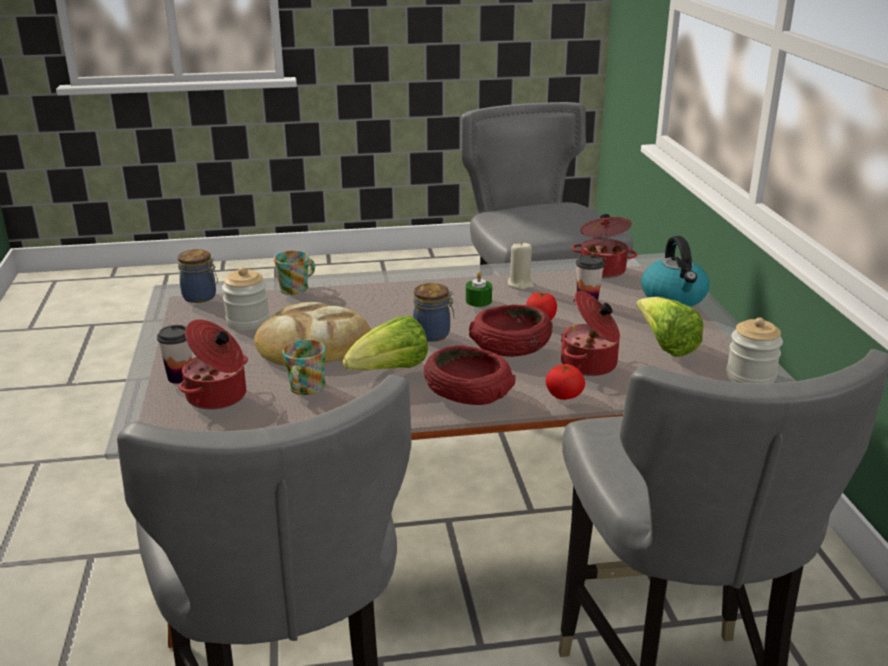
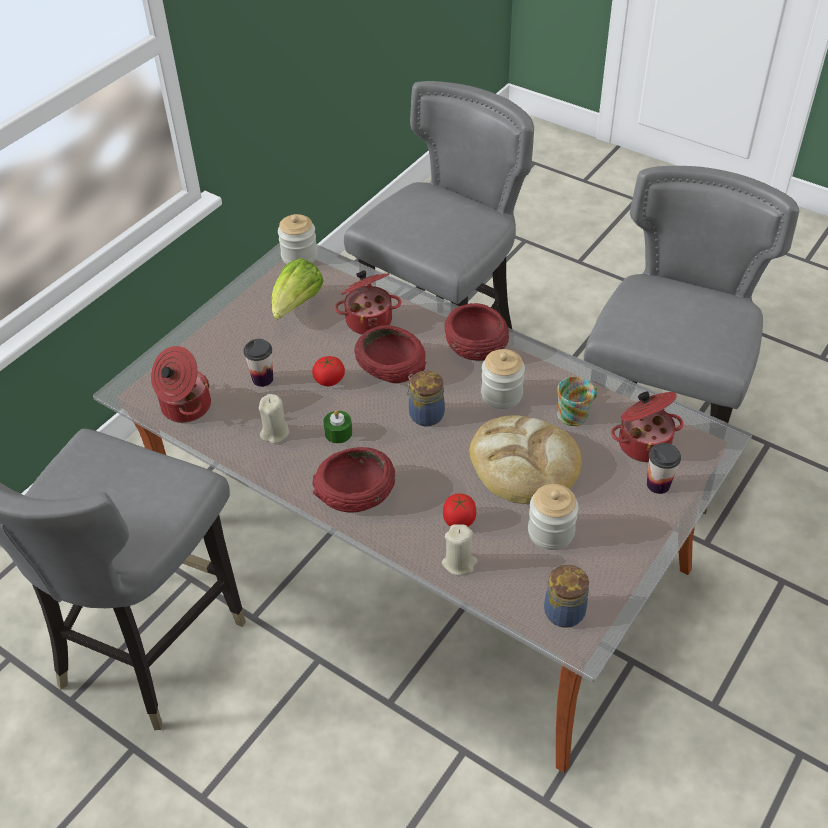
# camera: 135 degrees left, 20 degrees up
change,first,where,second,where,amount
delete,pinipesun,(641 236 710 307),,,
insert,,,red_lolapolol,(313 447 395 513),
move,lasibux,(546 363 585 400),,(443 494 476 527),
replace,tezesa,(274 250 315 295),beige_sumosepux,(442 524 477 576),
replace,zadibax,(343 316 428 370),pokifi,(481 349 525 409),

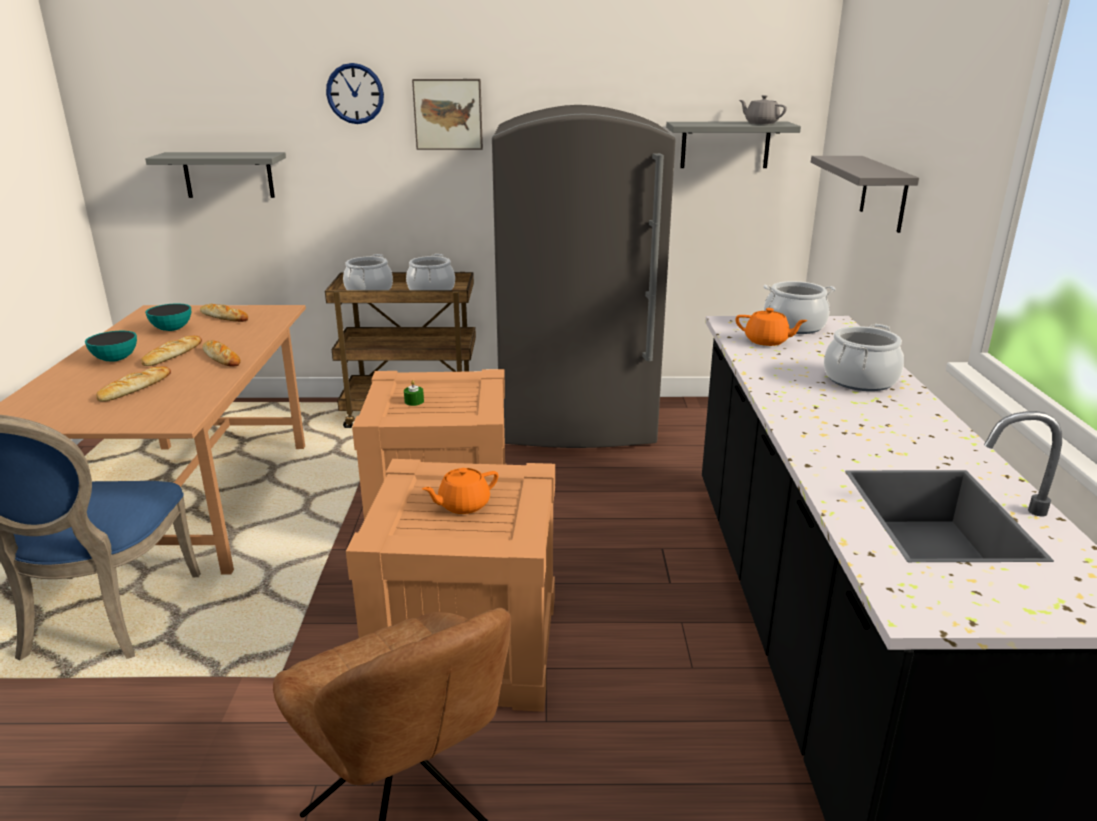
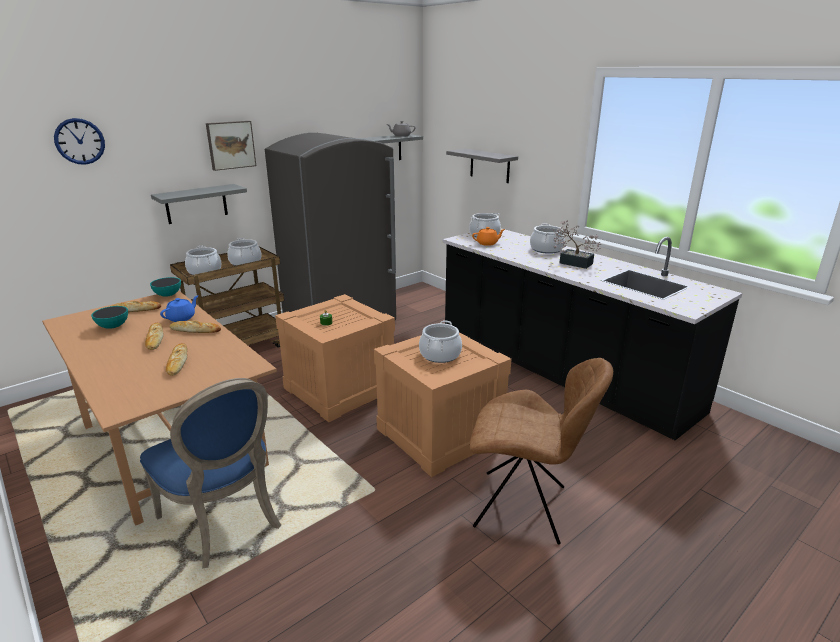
# camera: 40 degrees left, 0 degrees up
change,first,where,second,where,amount
insert,,,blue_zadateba,(160 295 198 322),
insert,,,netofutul,(553 221 602 269),
move,lolapolol,(85 331 137 362),,(150 277 181 297),
move,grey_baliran,(145 152 286 198),,(151 184 247 224),
move,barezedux,(326 63 384 124),,(54 118 105 165),
replace,orange_zadateba,(422 468 499 514),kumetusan,(419 321 462 363),

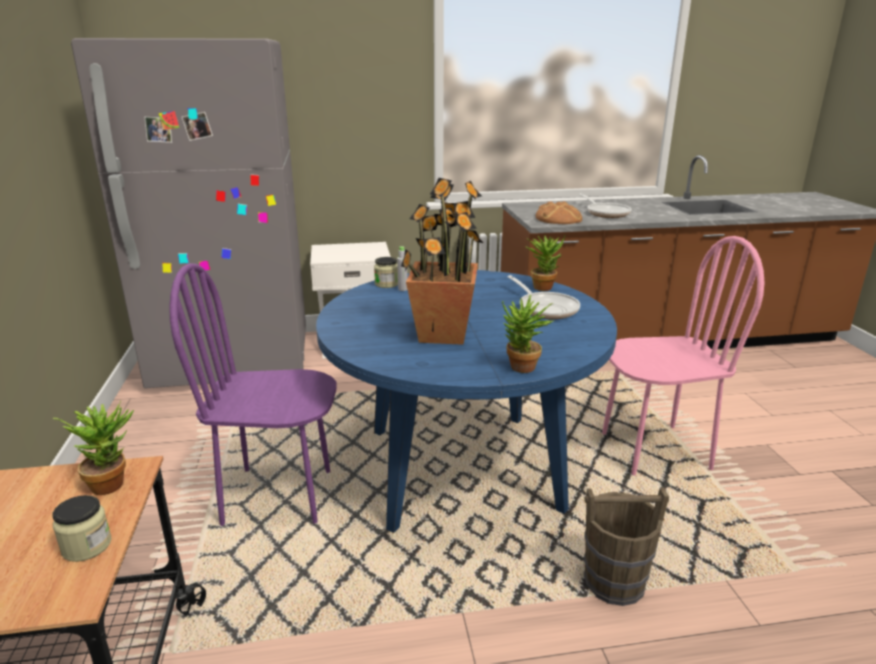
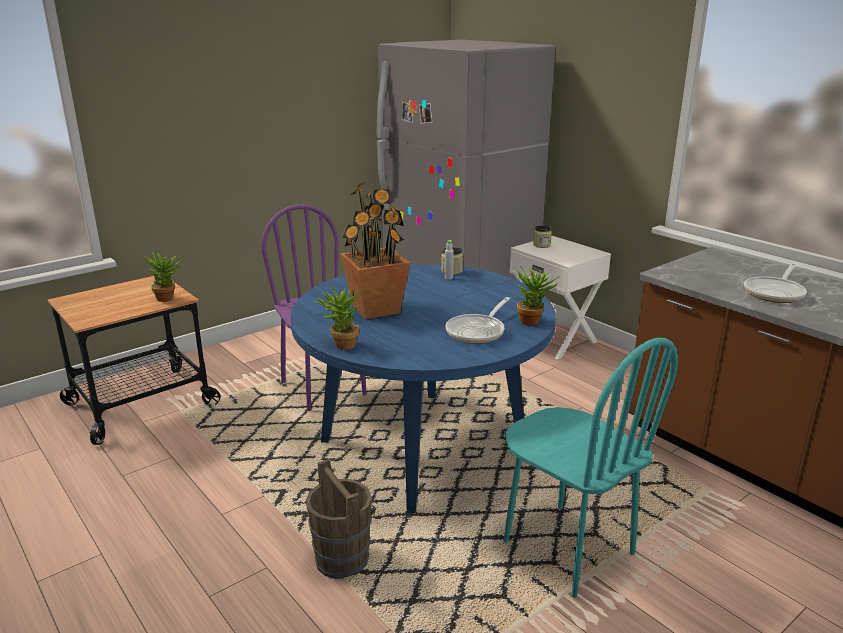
# camera: 60 degrees right, 0 degrees up
change,first,where,second,where,amount
delete,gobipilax,(536 201 582 224),,,
move,pokifi,(53 495 111 562),,(533 225 552 248),
recolor,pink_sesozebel,(602 236 765 476),turquoise_sesozebel,(504 338 678 598),

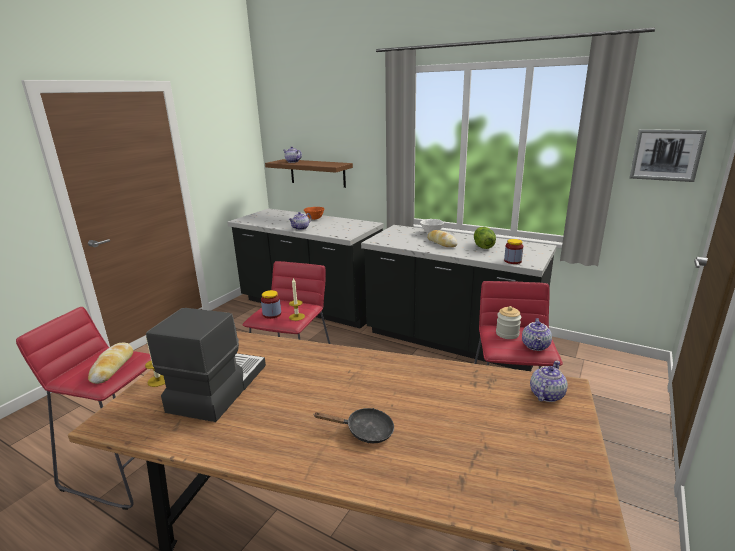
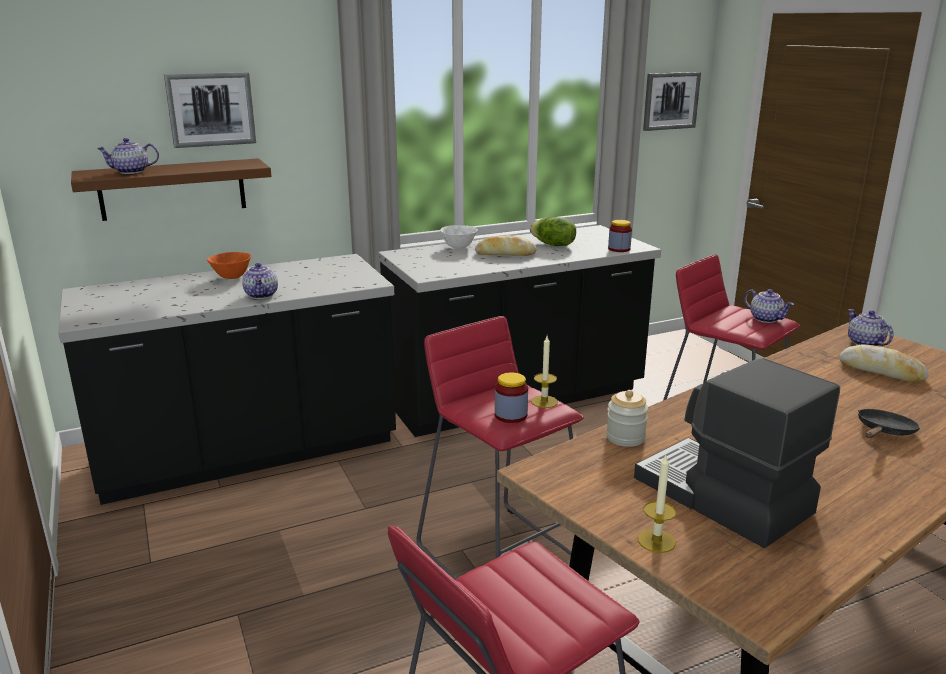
# camera: 55 degrees left, 0 degrees up
change,first,where,second,where,amount
insert,,,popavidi,(164 72 256 148),
move,gobipilax,(88 343 133 384),,(839 344 928 383),
move,pokifi,(496 306 521 339),,(606 390 648 447),

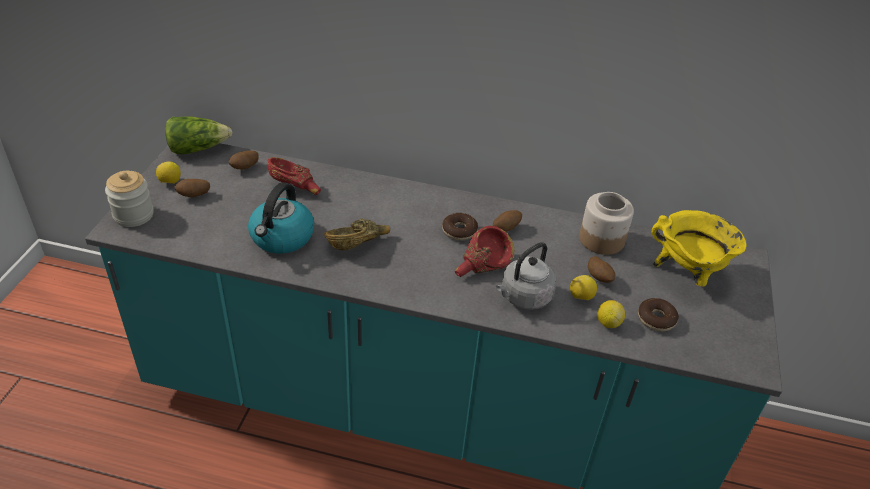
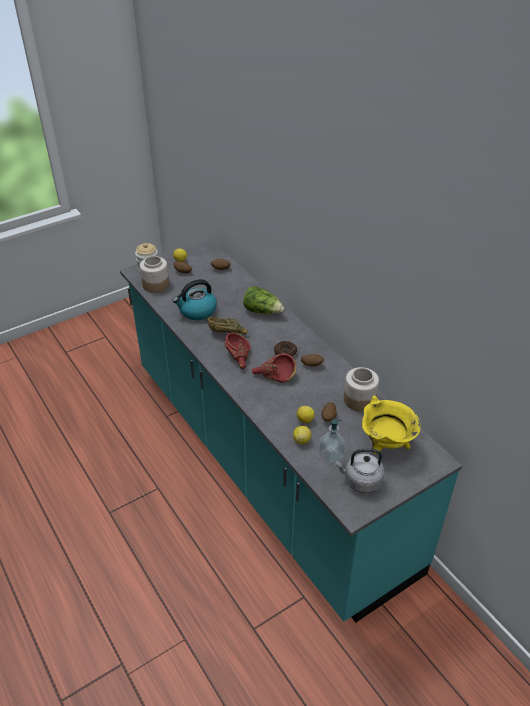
# camera: 45 degrees right, 0 degrees up
change,first,where,second,where,amount
insert,,,pokifi,(140 256 169 293),
move,zadibax,(165 116 232 154),,(243 286 284 314),
move,red_lolapolol,(268 157 321 195),,(225 332 250 369),
move,grey_pinipesun,(496 242 556 310),,(335 449 385 493),
replace,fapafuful,(638 298 679 332),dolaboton,(319 419 346 464),

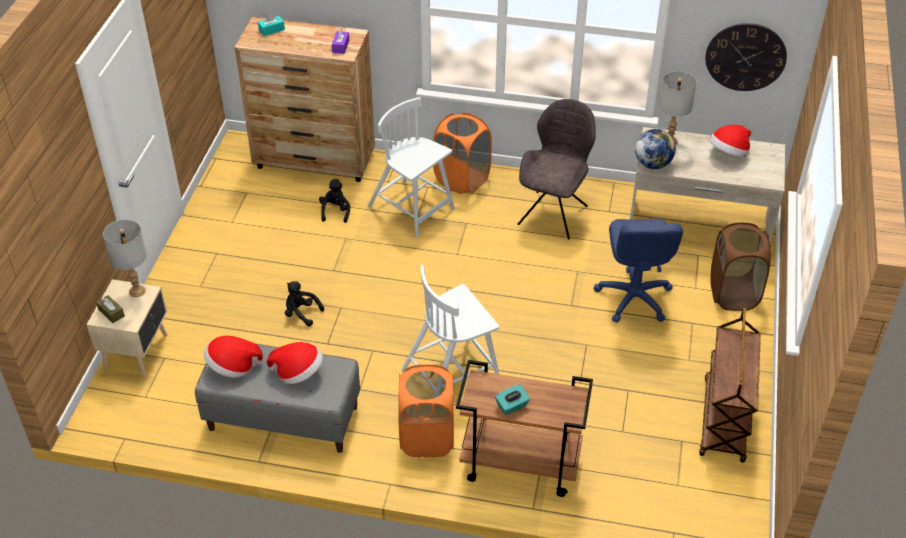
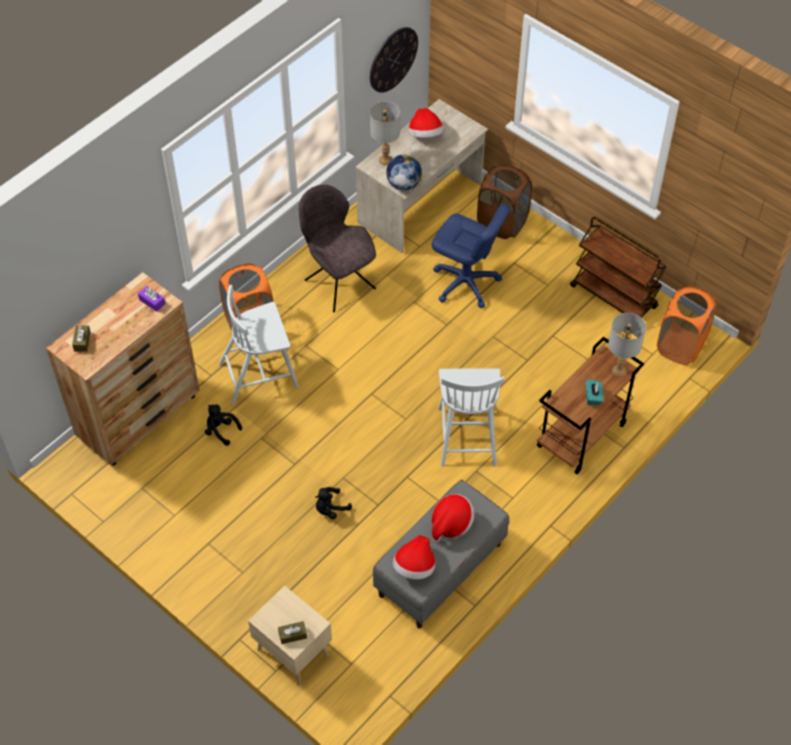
# camera: 60 degrees left, 10 degrees up
change,first,where,second,where,amount
move,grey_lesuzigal,(103 219 147 297),,(608 313 646 377),
move,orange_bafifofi,(398 364 454 457),,(657 286 717 365),
recolor,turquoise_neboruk,(258 13 285 36),brown_neboruk,(72 325 90 352),

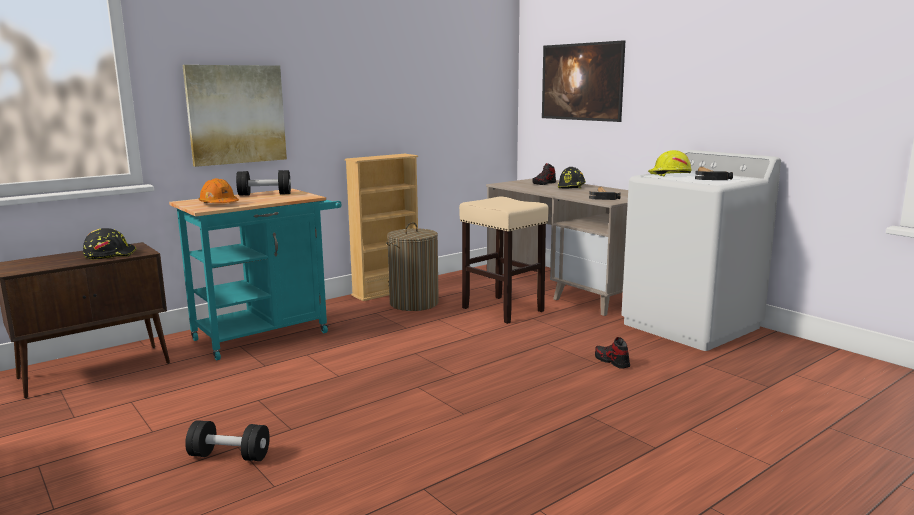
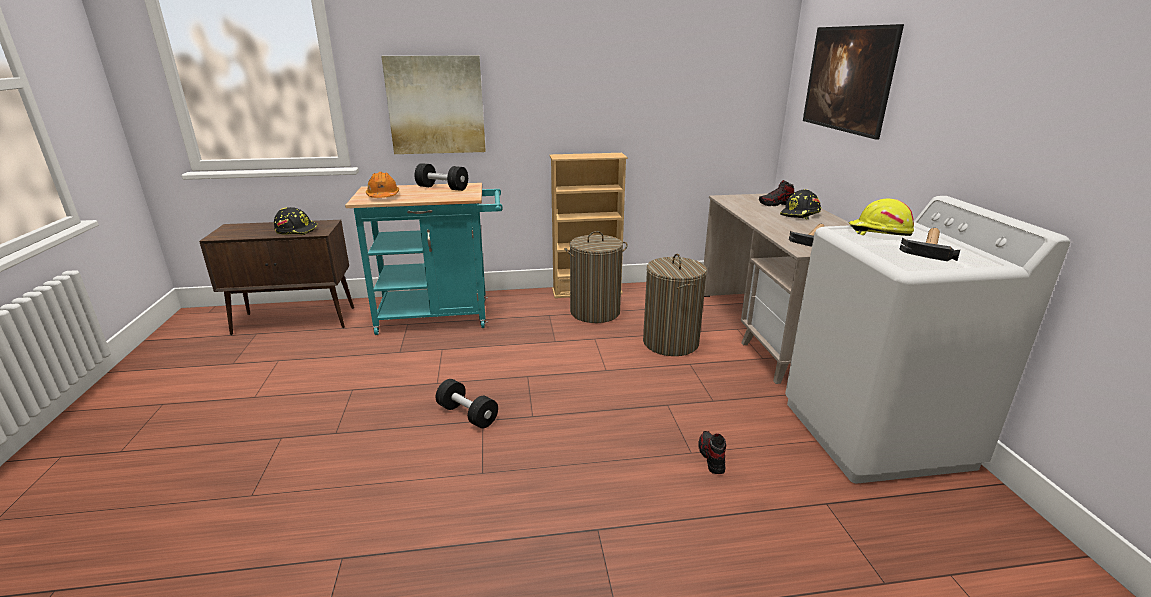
# camera: 30 degrees right, 10 degrees up
change,first,where,second,where,amount
move,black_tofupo,(185 420 270 461),,(436 379 498 429),
replace,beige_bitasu,(459 196 549 324),bafifofi,(643 253 707 356),

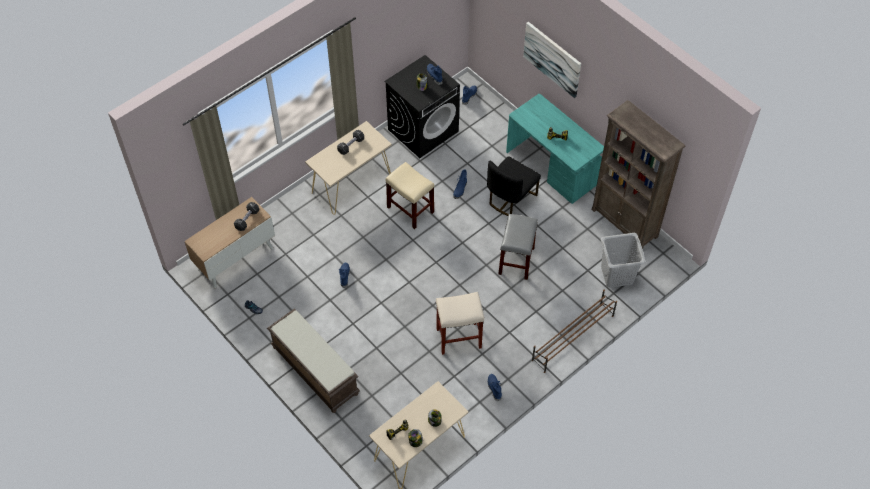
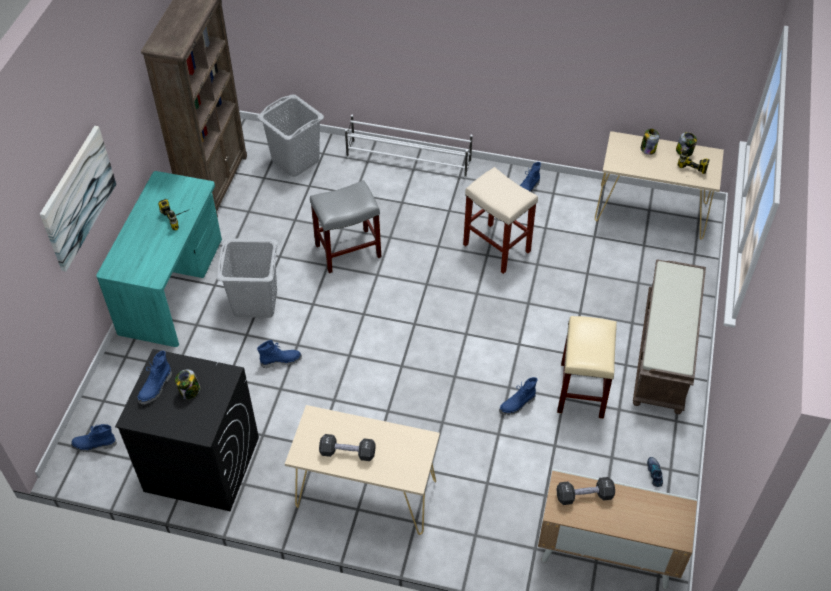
# camera: 125 degrees left, 5 degrees down
change,first,where,second,where,amount
move,beige_bitasu,(386 162 434 229),,(557 316 617 419),
replace,black_sesozebel,(487 156 541 216),grey_bafifofi,(217 238 278 318),
recolor,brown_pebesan,(532 290 617 373),white_pebesan,(345 115 473 178),

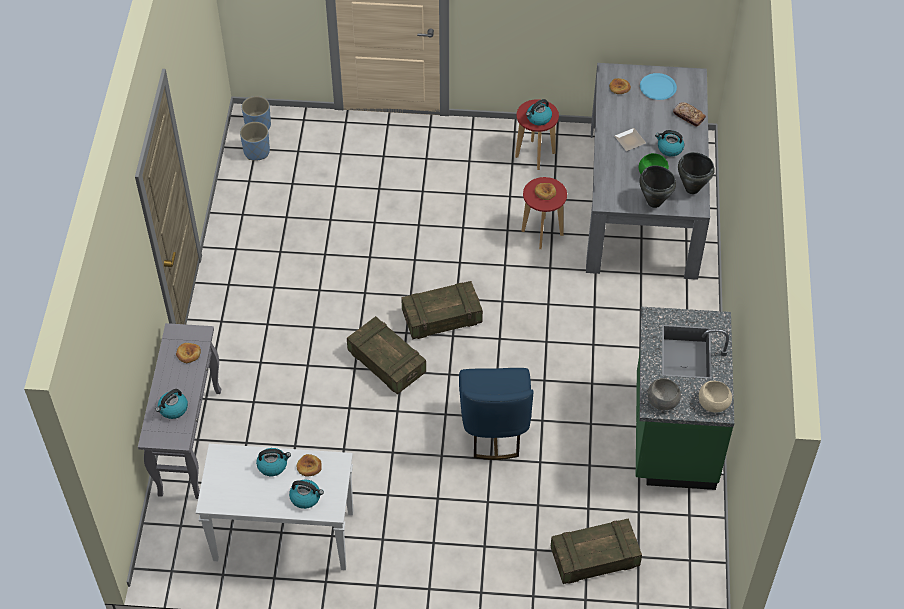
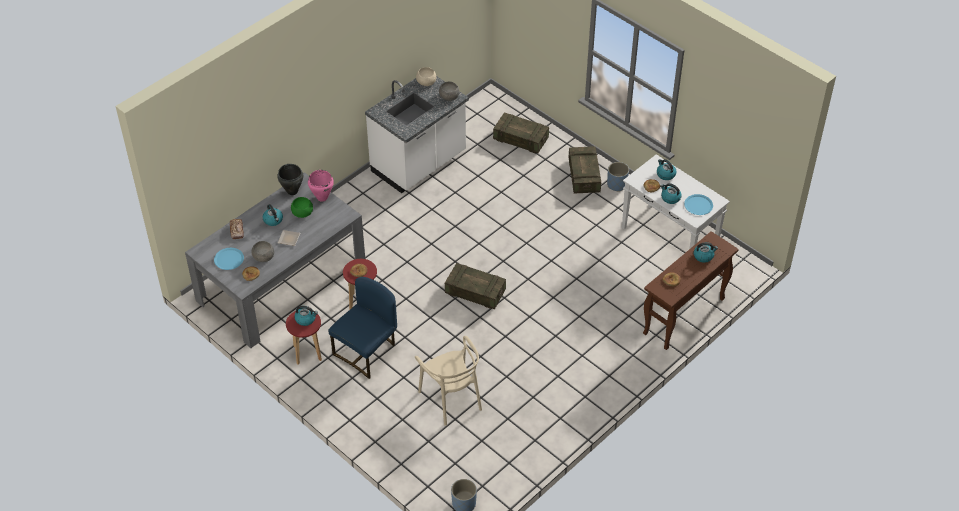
# camera: 140 degrees left, 5 degrees down
change,first,where,second,where,amount
insert,,,grey_lolapolol,(252 241 274 262),
insert,,,beige_sesozebel,(415 336 482 426),
insert,,,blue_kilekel,(684 194 713 215),
move,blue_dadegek,(240 122 270 161),,(607 162 629 192),
move,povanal,(347 316 426 395),,(569 146 601 194),
move,blue_sesozebel,(459 368 534 460),,(328 277 397 379),
recolor,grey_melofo,(138 323 221 499),brown_melofo,(643 231 739 350),
recolor,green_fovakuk,(636 307 734 490),white_fovakuk,(365 76 469 193),
recolor,black_kumetusan,(639 165 676 208),pink_kumetusan,(308 170 334 202),

